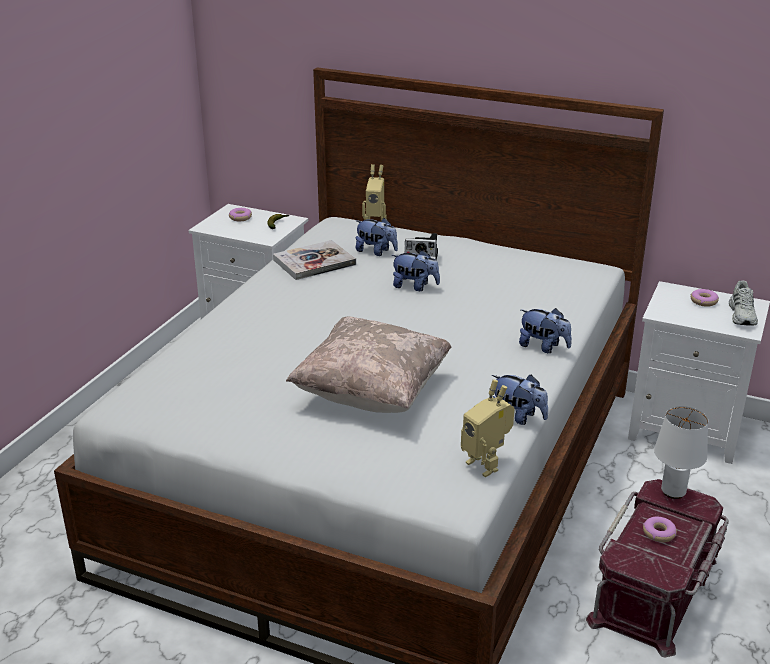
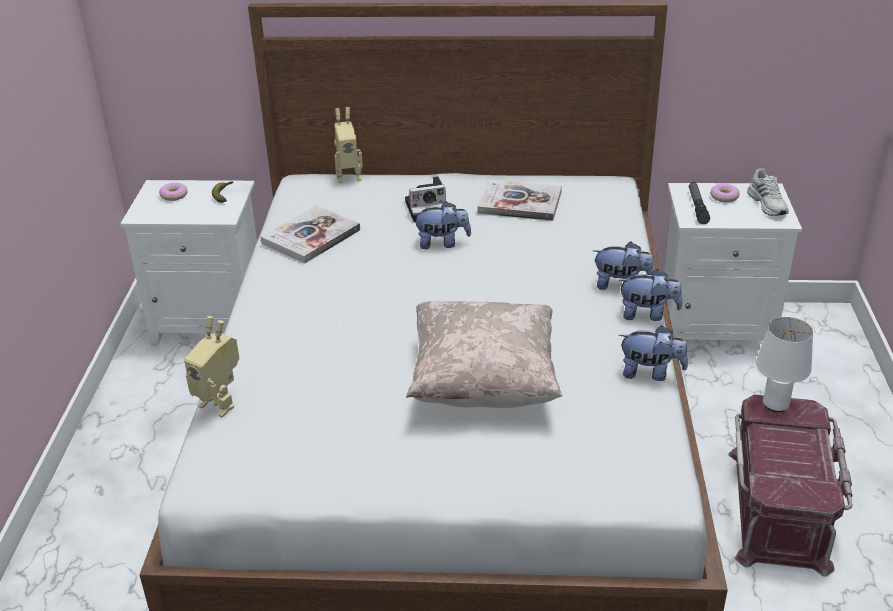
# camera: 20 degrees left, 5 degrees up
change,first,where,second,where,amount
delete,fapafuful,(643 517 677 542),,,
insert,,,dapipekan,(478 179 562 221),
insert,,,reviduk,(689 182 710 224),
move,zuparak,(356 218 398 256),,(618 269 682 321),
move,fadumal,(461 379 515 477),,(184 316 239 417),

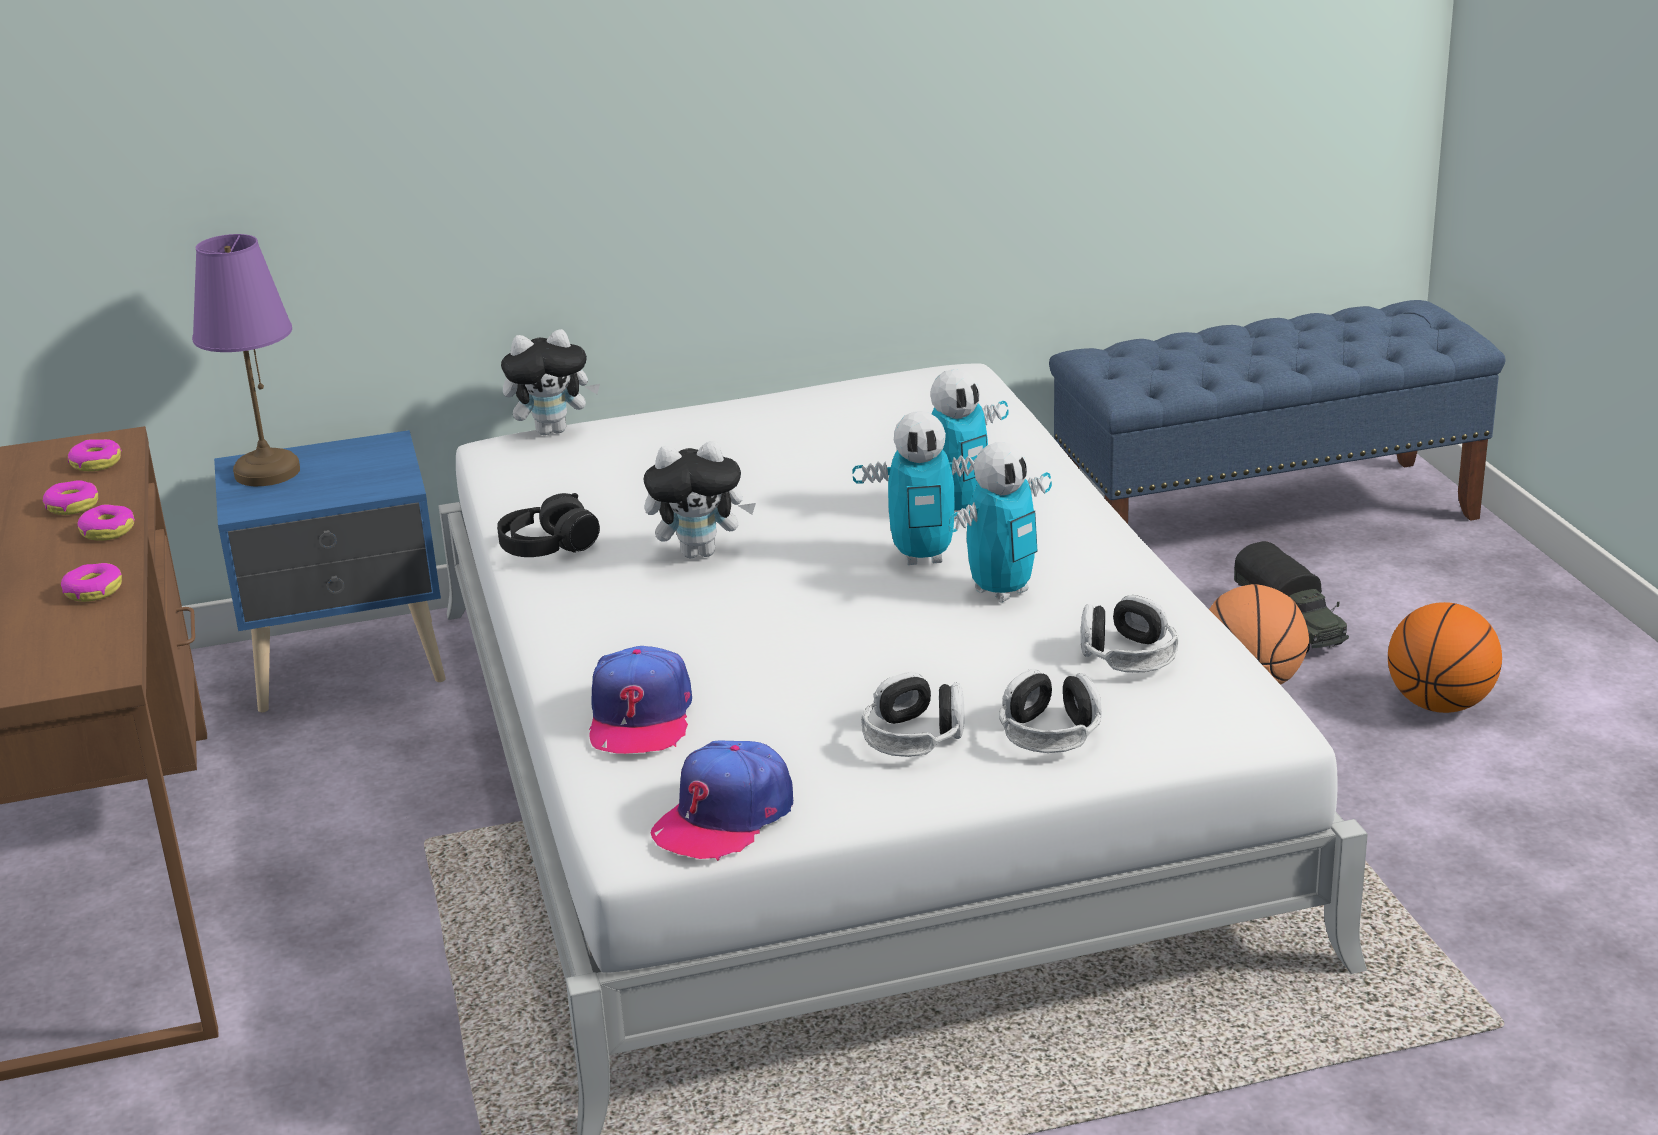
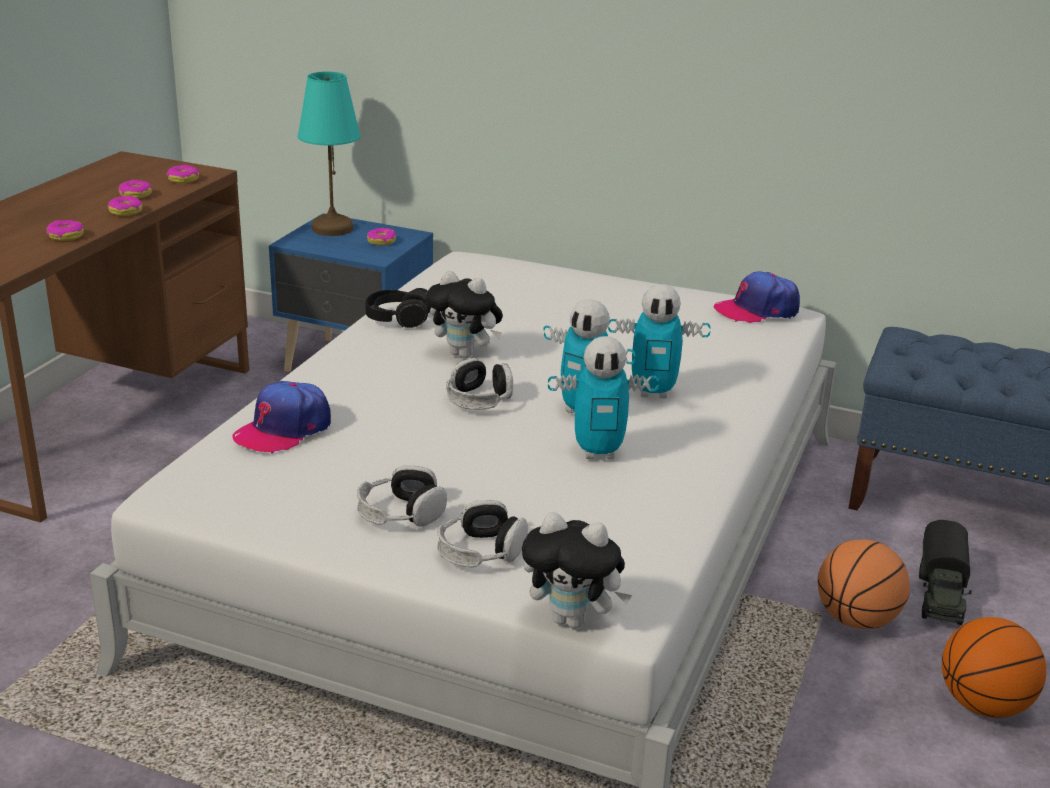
# camera: 35 degrees right, 0 degrees up
change,first,where,second,where,amount
insert,,,fapafuful,(367 228 396 246),
move,zuparak,(501 329 600 435),,(522 512 632 628),
move,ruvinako,(651 740 793 861),,(713 271 800 323),
move,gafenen,(1081 595 1179 673),,(446 358 513 410),
recolor,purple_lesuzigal,(192 234 300 486),turquoise_lesuzigal,(298 72 360 236),

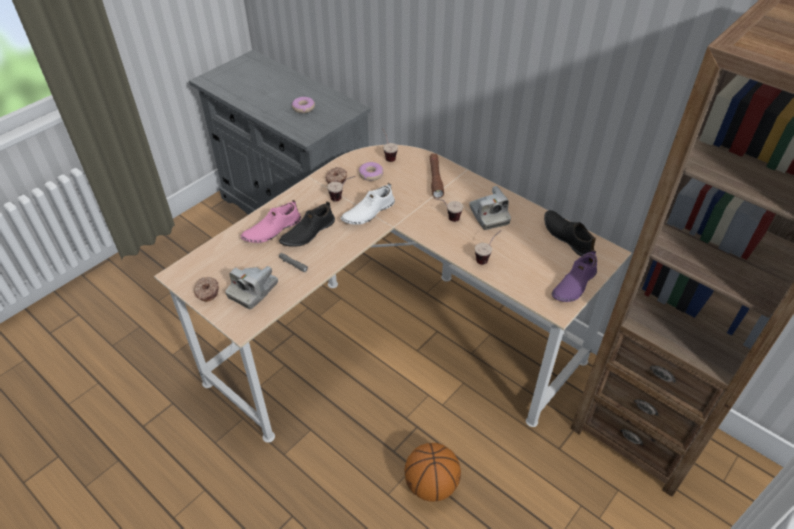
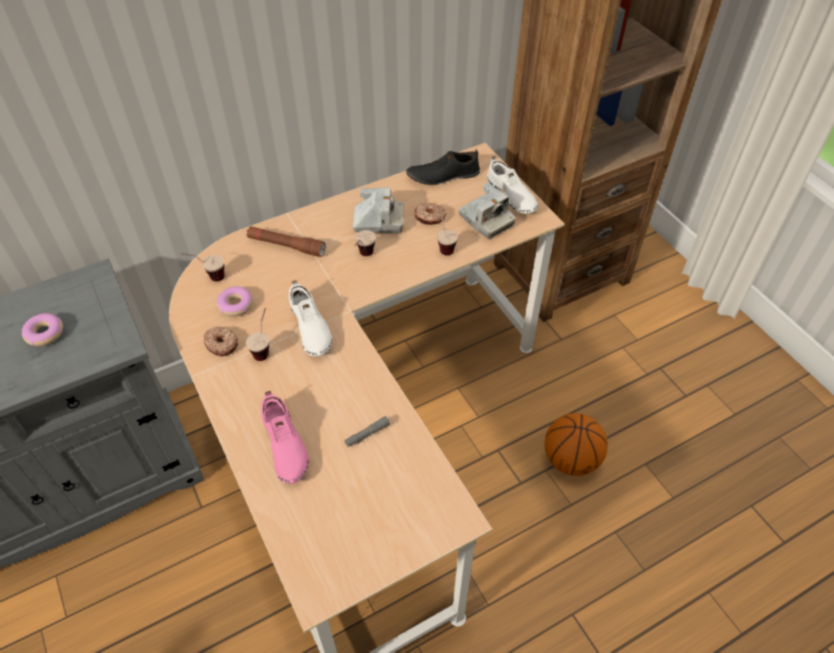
# camera: 70 degrees left, 5 degrees up
change,first,where,second,where,amount
delete,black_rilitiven,(279 201 335 247),,,
move,fapafuful,(194 277 219 302),,(414 202 446 225),
move,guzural,(225 266 278 309),,(459 182 515 239),
recolor,purple_rilitiven,(552 250 597 302),white_rilitiven,(486 156 538 214),

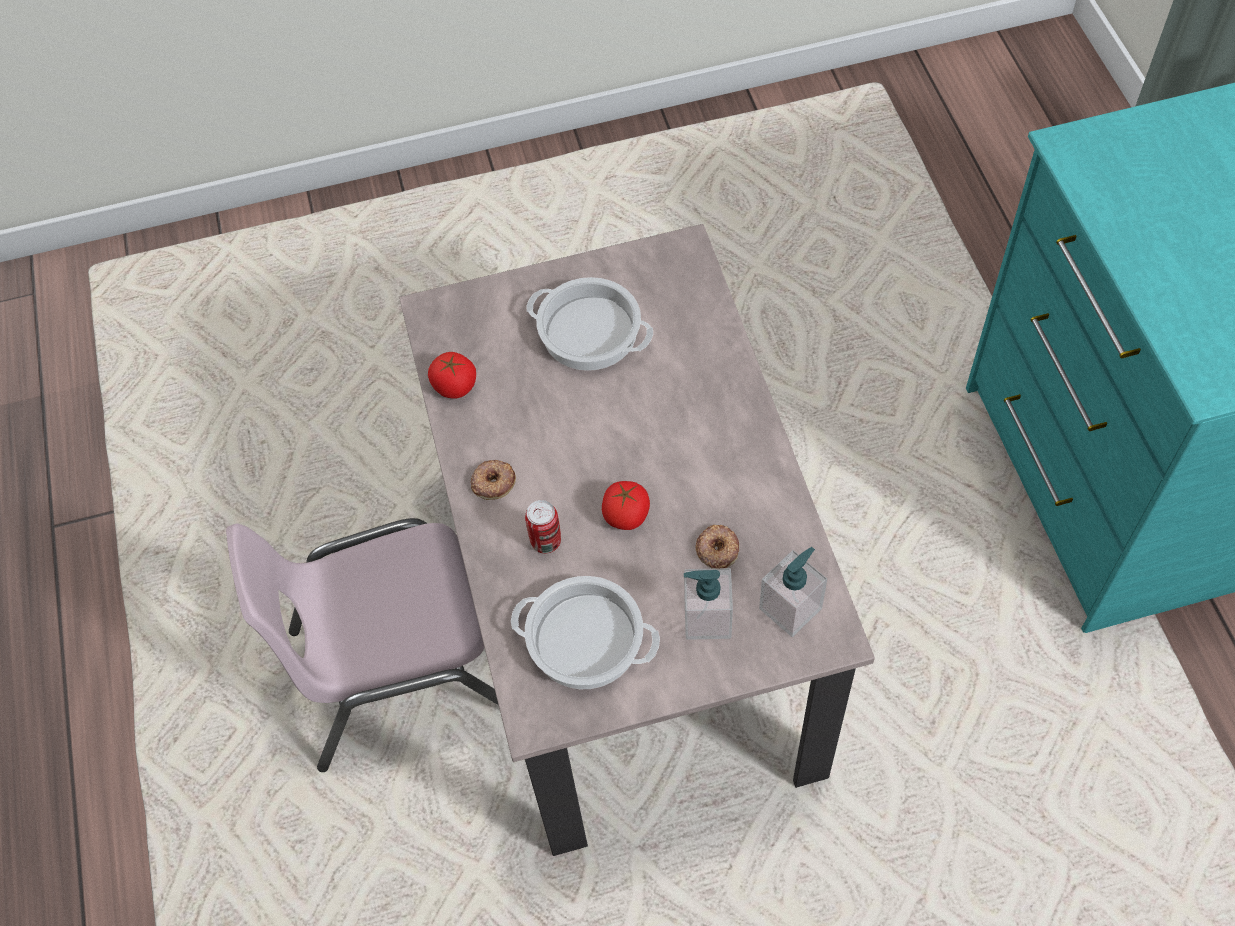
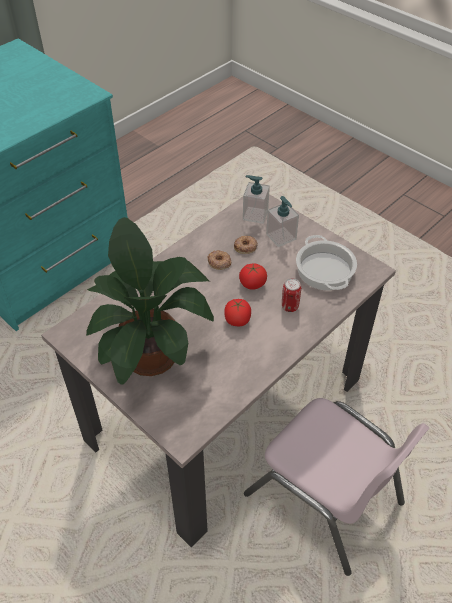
# camera: 125 degrees left, 10 degrees down
change,first,where,second,where,amount
move,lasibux,(428 352 476 399),,(224 299 251 326),
move,fapafuful,(470 460 516 500),,(208 250 231 270),
replace,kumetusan,(527 277 653 371),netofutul,(86 217 214 385),

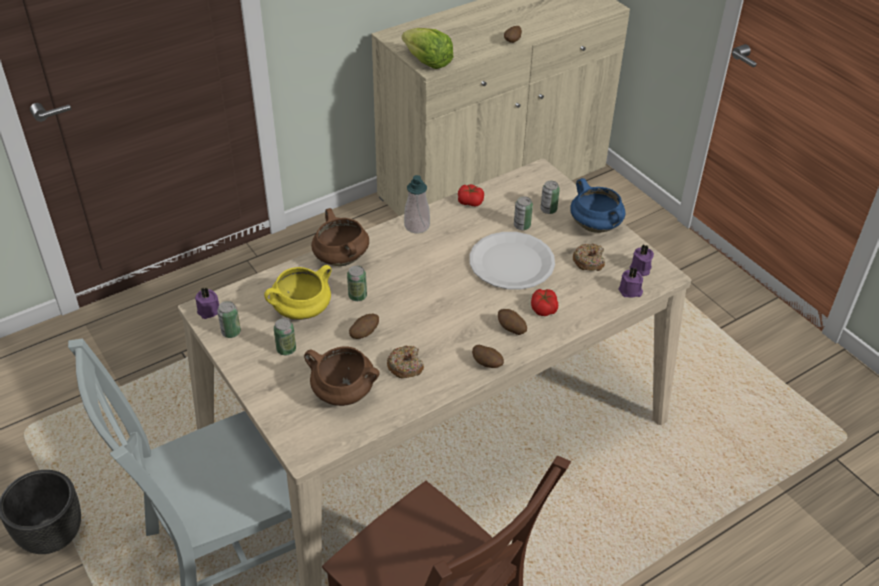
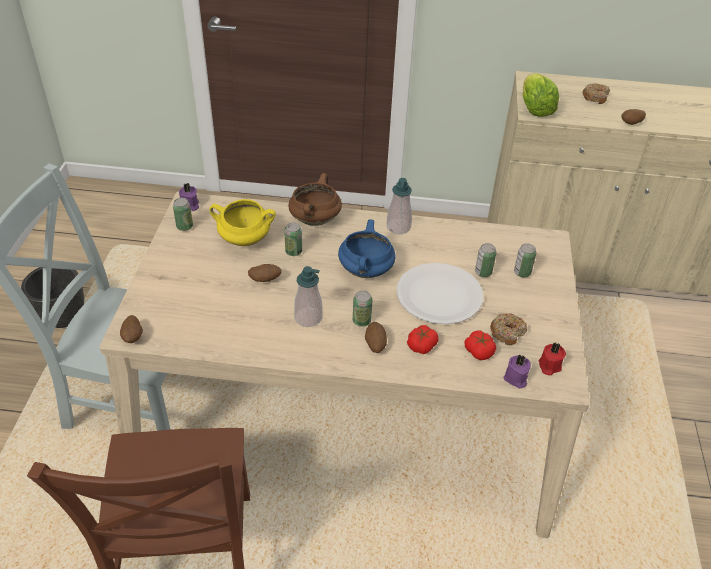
# camera: 40 degrees right, 0 degrees up
change,first,where,second,where,amount
delete,brown_kumetusan,(304 347 380 406),,,
insert,,,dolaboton,(294 266 323 327),
move,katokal,(274 318 296 355),,(353 291 372 327),
move,fapafuful,(387 346 424 378),,(582 83 610 104),
move,lasibux,(458 184 484 206),,(464 330 496 360),
move,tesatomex,(472 345 504 368),,(120 315 143 343),
move,blue_kumetusan,(570 178 626 233),,(338 219 396 278),
recolor,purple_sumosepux,(630 245 654 276),red_sumosepux,(539 343 566 375),

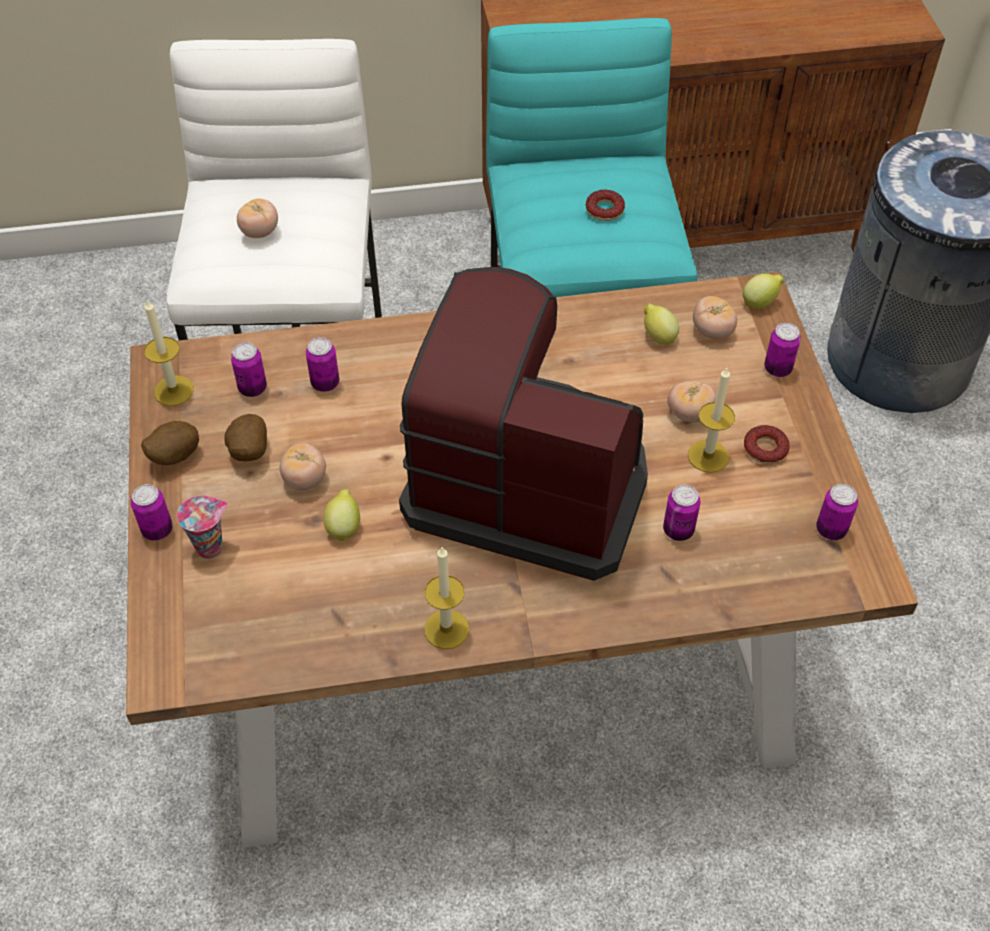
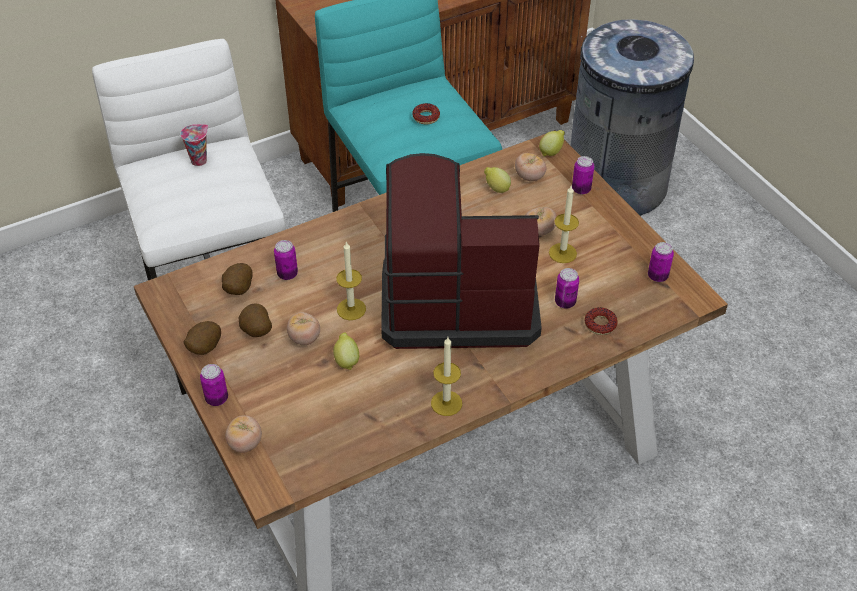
# camera: 20 degrees left, 5 degrees down
change,first,where,second,where,amount
move,sumosepux,(144 300 194 406),,(336 241 366 320),
move,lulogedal,(177 495 228 559),,(180 124 208 166),
move,lasibux,(237 198 278 238),,(225 415 262 453),
move,fapafuful,(744 425 789 464),,(585 307 618 335),
replace,katokal,(231 342 267 397),tesatomex,(222 263 253 295),

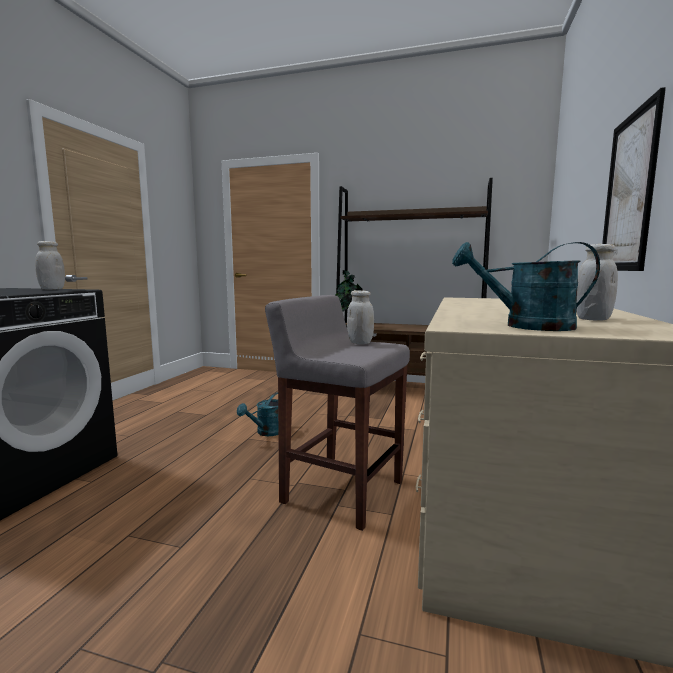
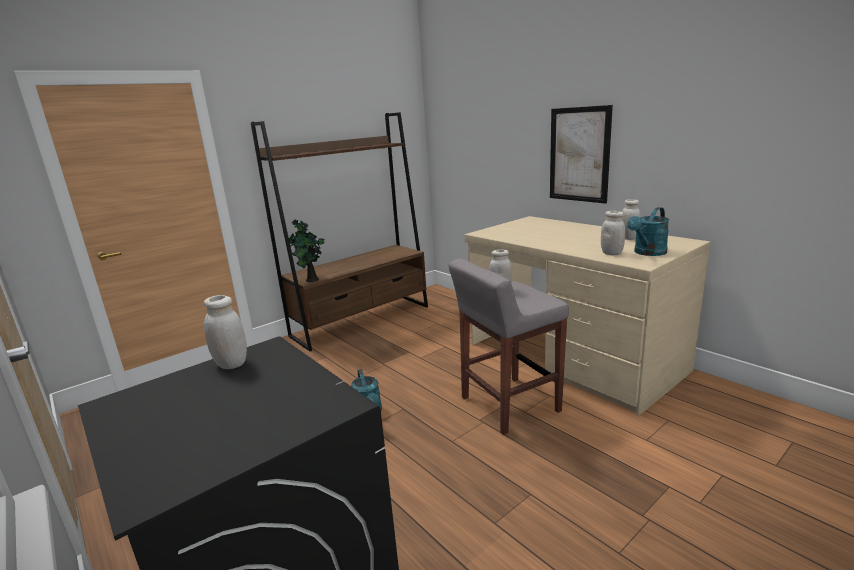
# camera: 55 degrees left, 10 degrees up
change,first,where,second,where,amount
insert,,,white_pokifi,(601 211 625 255),

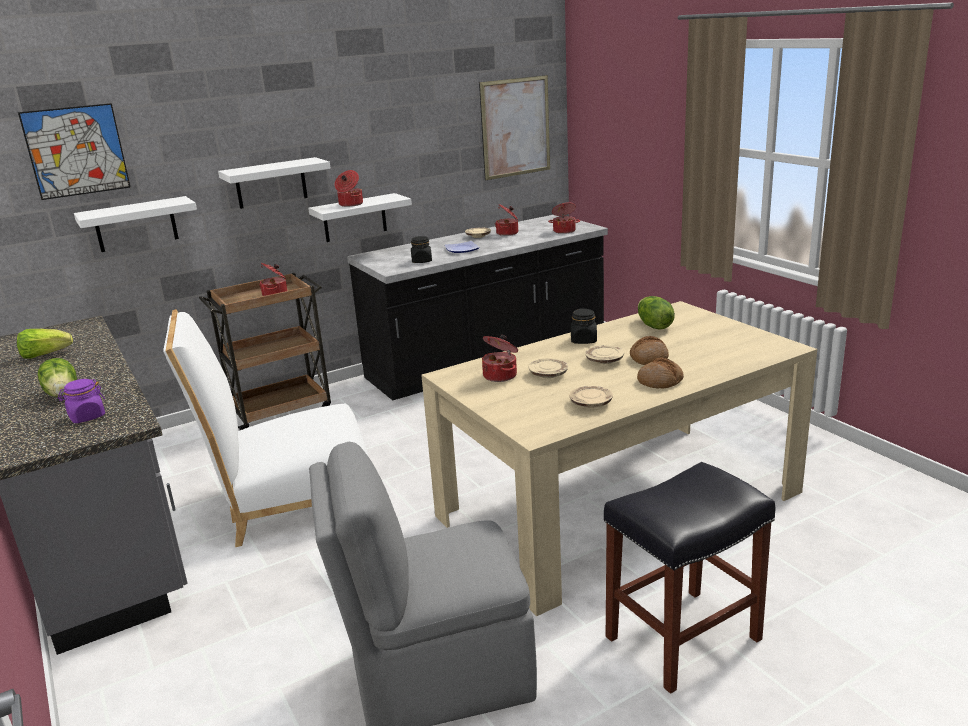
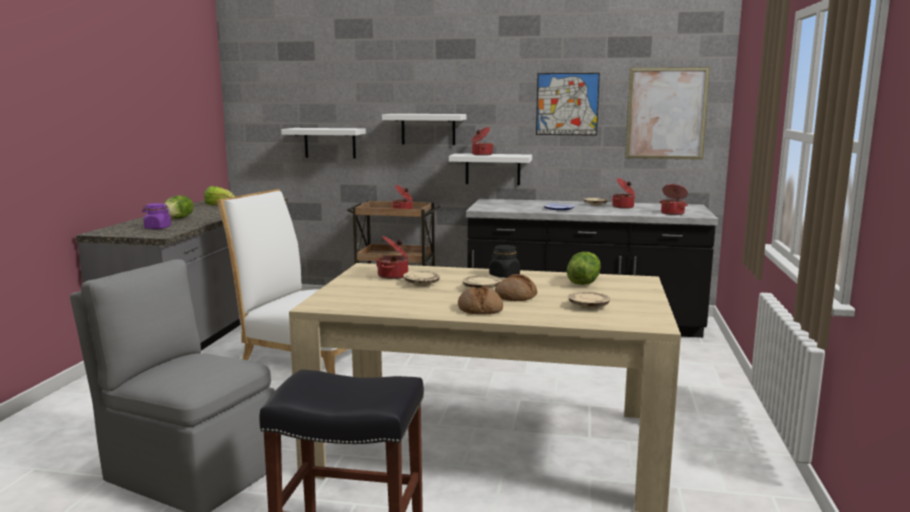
# camera: 40 degrees right, 10 degrees down
change,first,where,second,where,amount
delete,black_pokifi,(411 236 432 263),,,
move,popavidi,(18 103 131 200),,(536 73 600 136),
move,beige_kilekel,(569 386 613 408),,(568 292 611 309),

